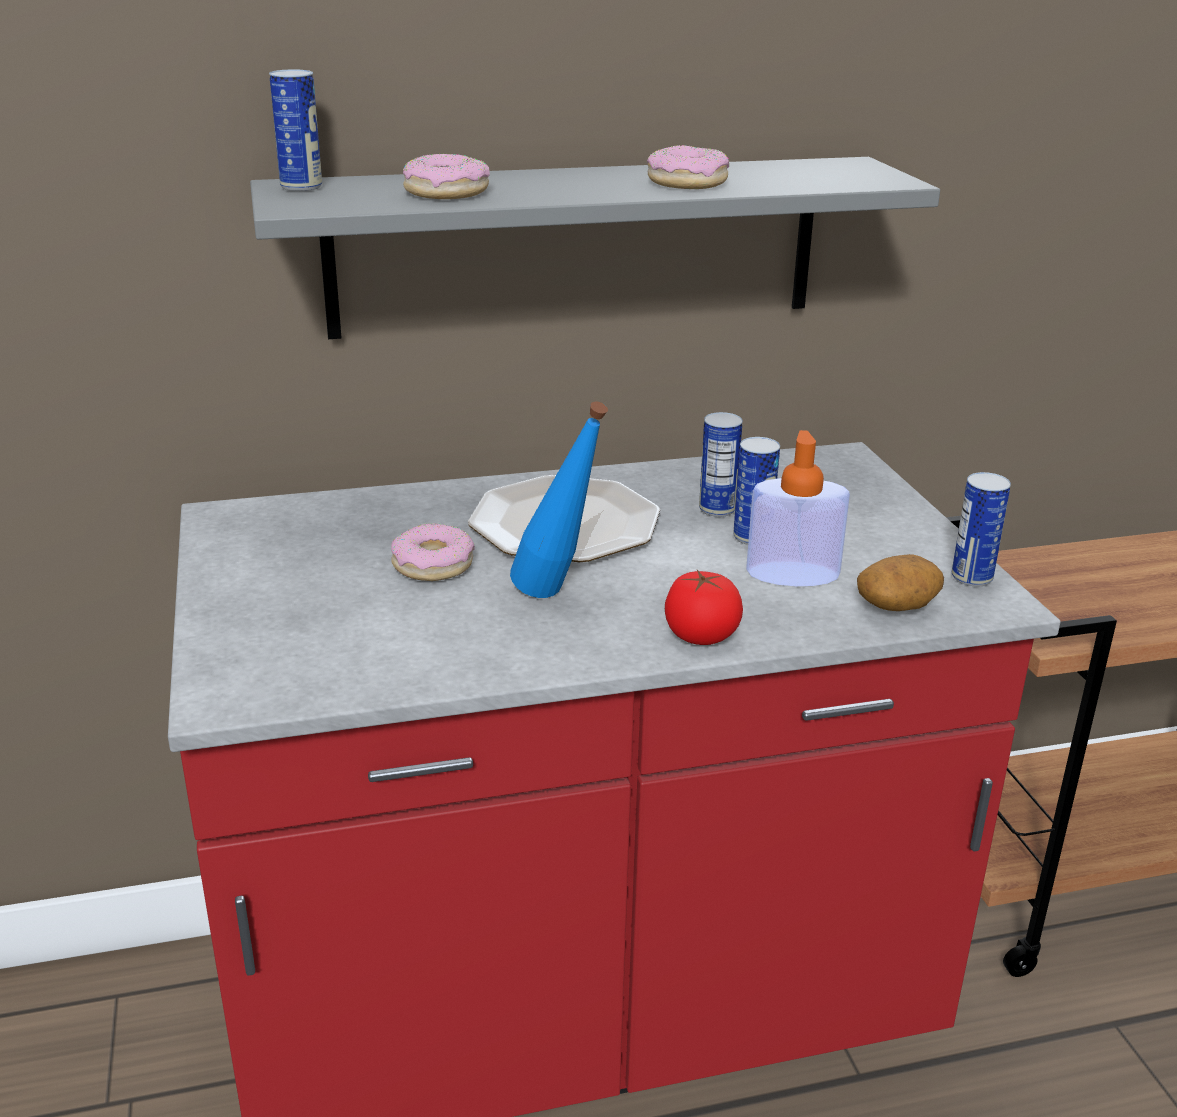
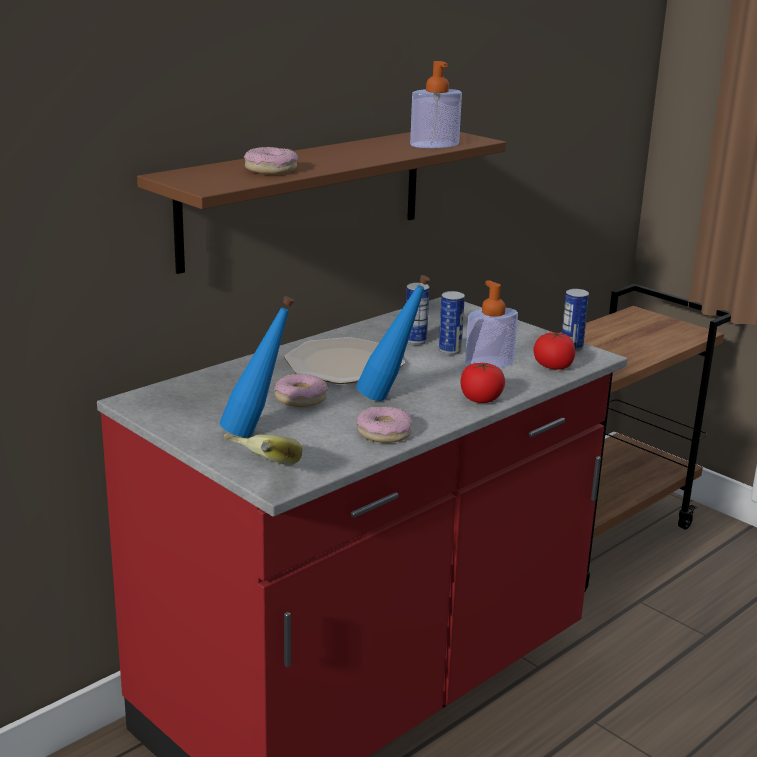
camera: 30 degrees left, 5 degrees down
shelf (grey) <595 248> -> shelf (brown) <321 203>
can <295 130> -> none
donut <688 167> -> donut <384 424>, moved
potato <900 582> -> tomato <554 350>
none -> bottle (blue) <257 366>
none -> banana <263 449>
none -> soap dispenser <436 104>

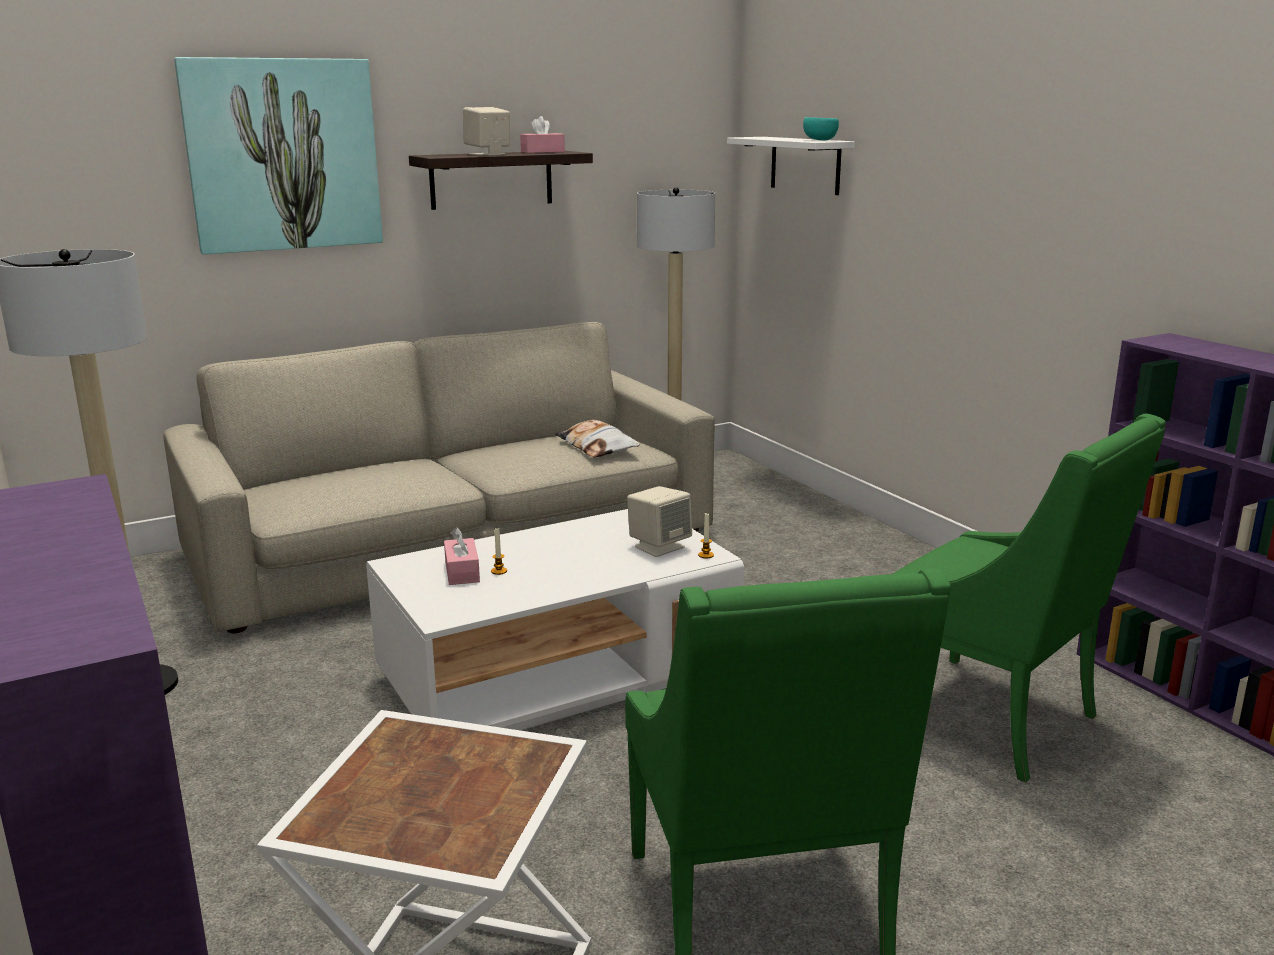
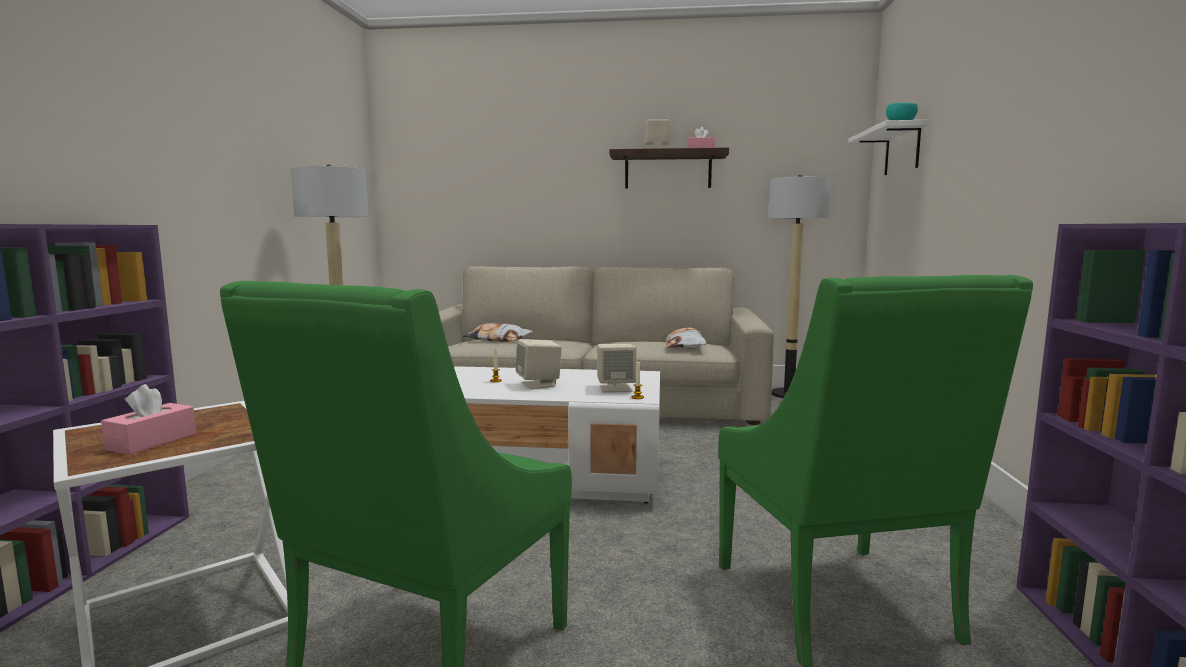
camera: 35 degrees right, 10 degrees down
picture <278 156> -> none
tissue box (pink) <462 556> -> tissue box (pink) <148 419>, moved
none -> pillow <498 332>
none -> speaker (beige) <539 364>

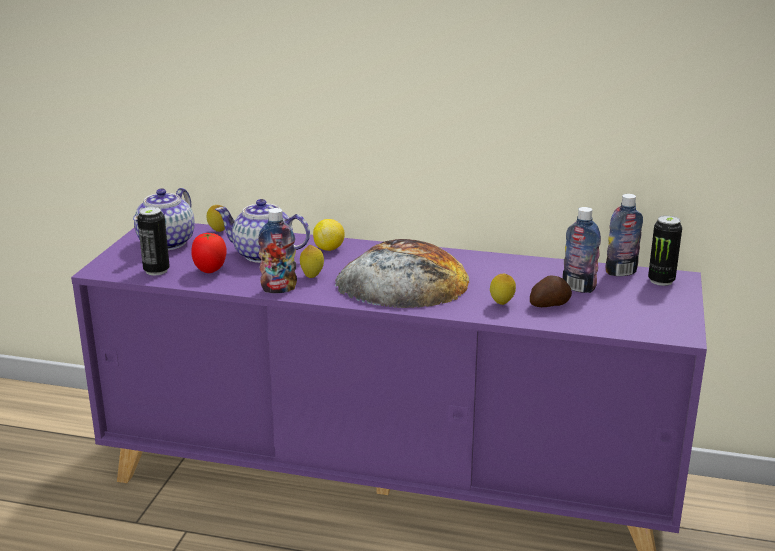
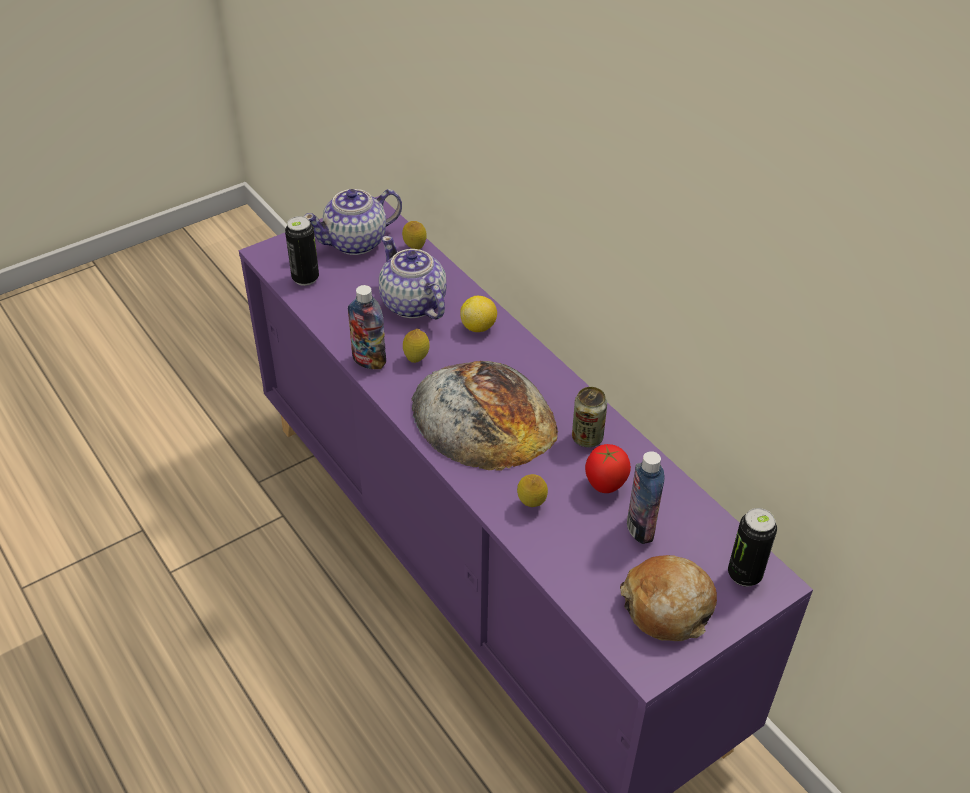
camera: 40 degrees right, 20 degrees up
tomato <209 253> -> tomato <608 468>, moved
potato <551 291> -> none
bottle <624 235> -> none
none -> can <589 417>
none -> bread <668 598>

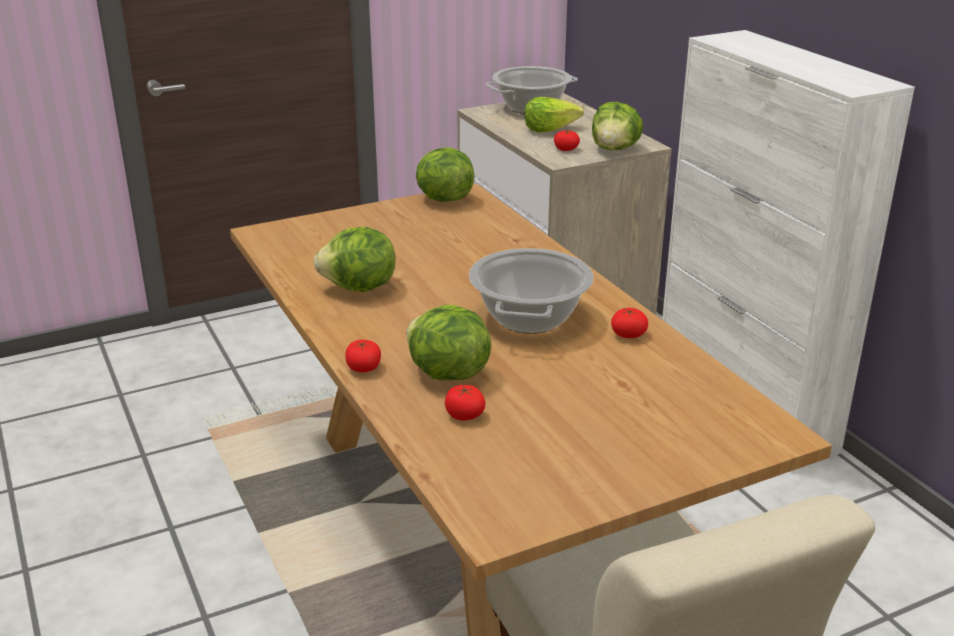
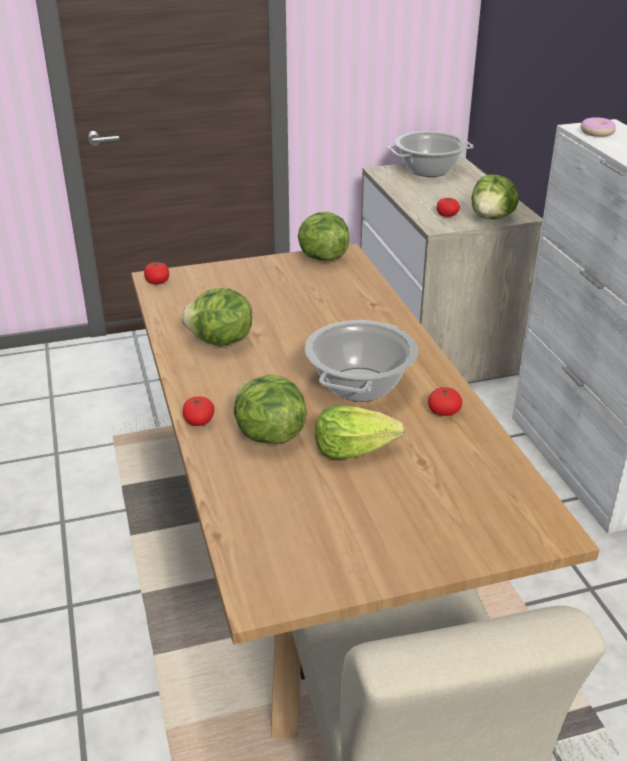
camera: 10 degrees right, 5 degrees up
tomato <465 402> -> tomato <156 273>, moved
lettuce <554 115> -> lettuce <360 433>, moved
none -> donut <598 127>

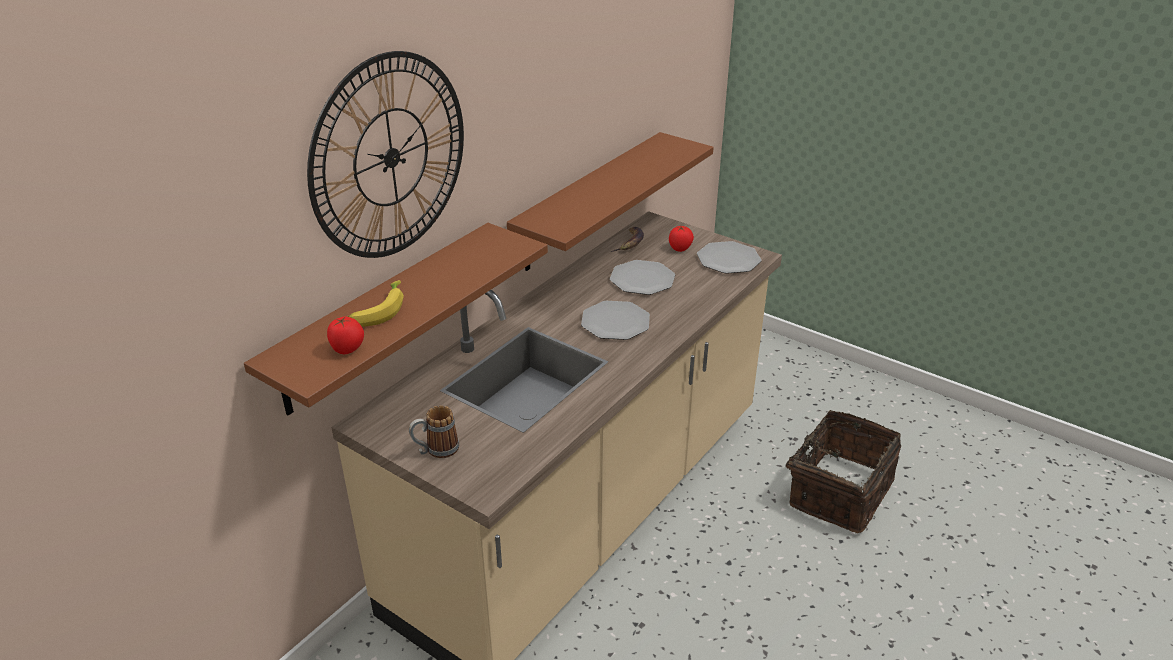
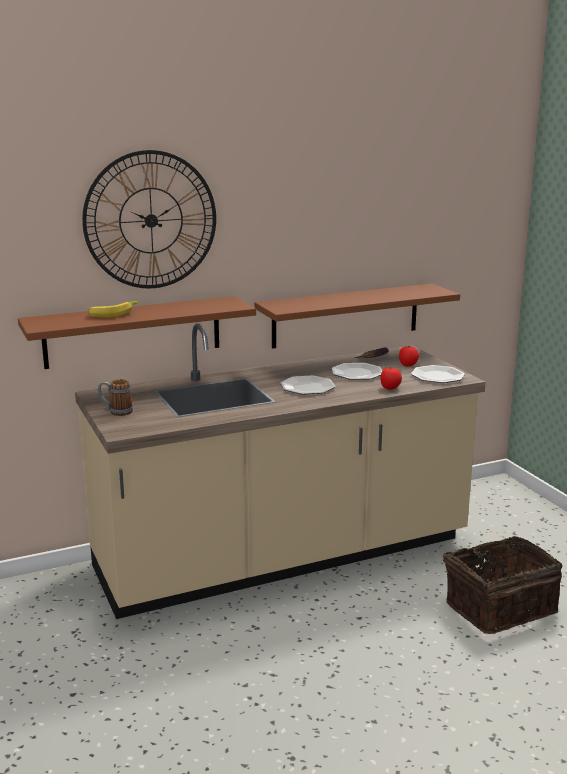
camera: 30 degrees right, 15 degrees down
tomato <345 335> -> tomato <391 378>, moved

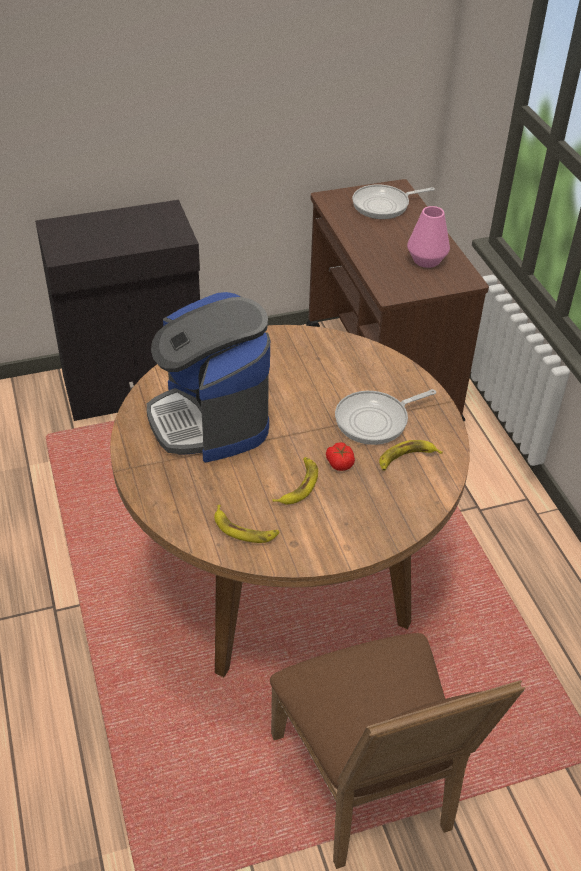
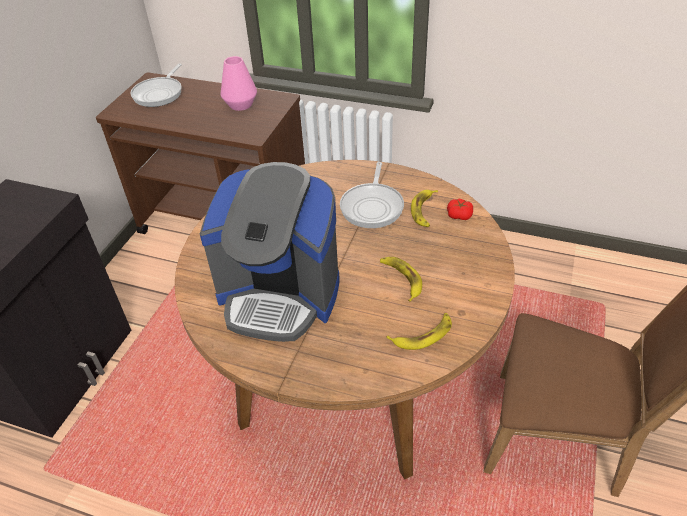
camera: 50 degrees left, 0 degrees up
tomato <340 456> -> tomato <460 209>, moved

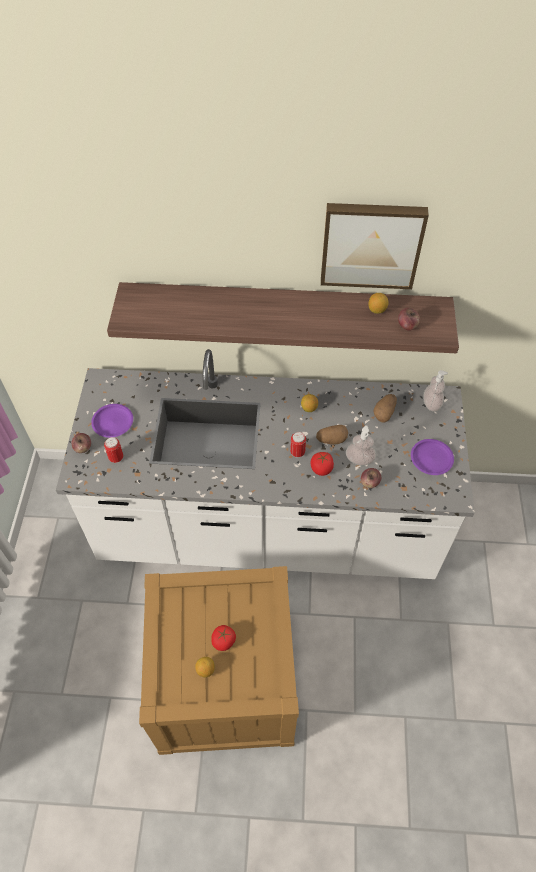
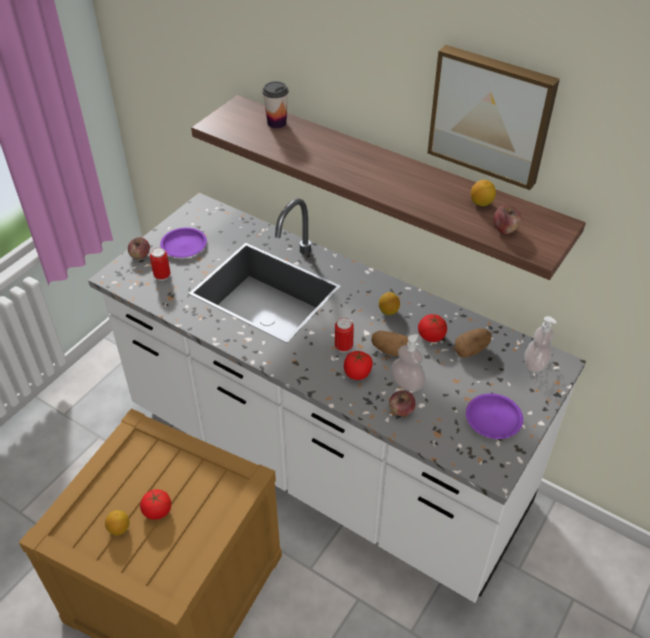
camera: 30 degrees right, 10 degrees down
none -> cup <275 104>
none -> tomato <432 328>

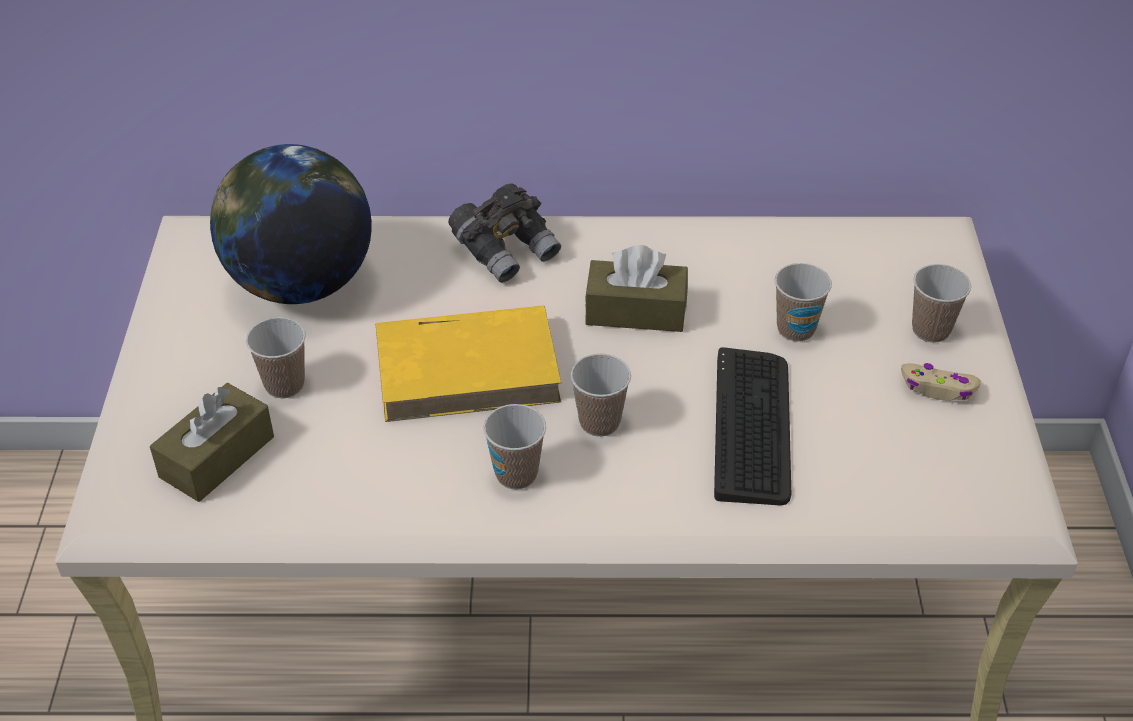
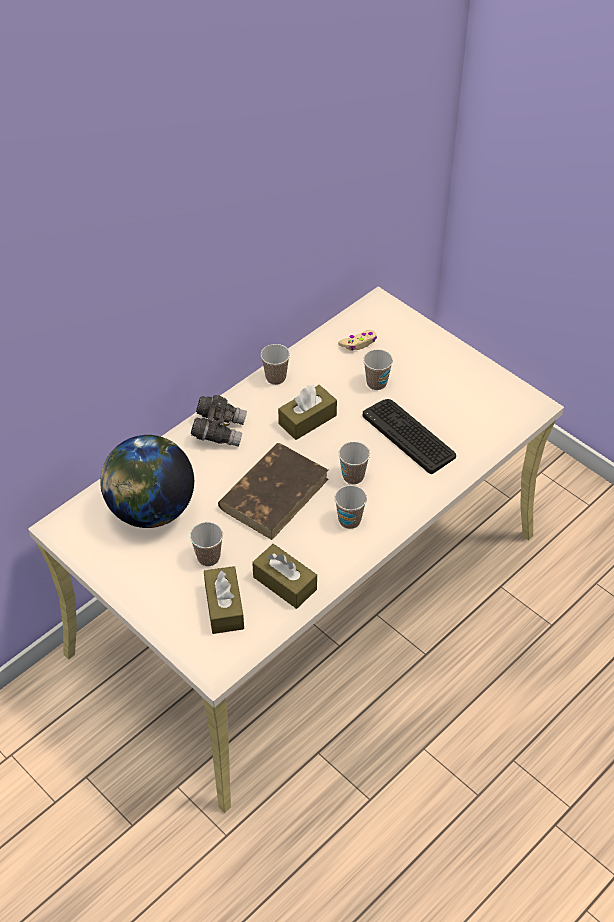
camera: 45 degrees left, 5 degrees up
book (yellow) <468 363> -> book (brown) <273 491>
game controller (beige) <941 382> -> game controller (beige) <357 340>, moved
cup <941 303> -> cup <275 364>, moved
none -> tissue box (brown) <284 576>

